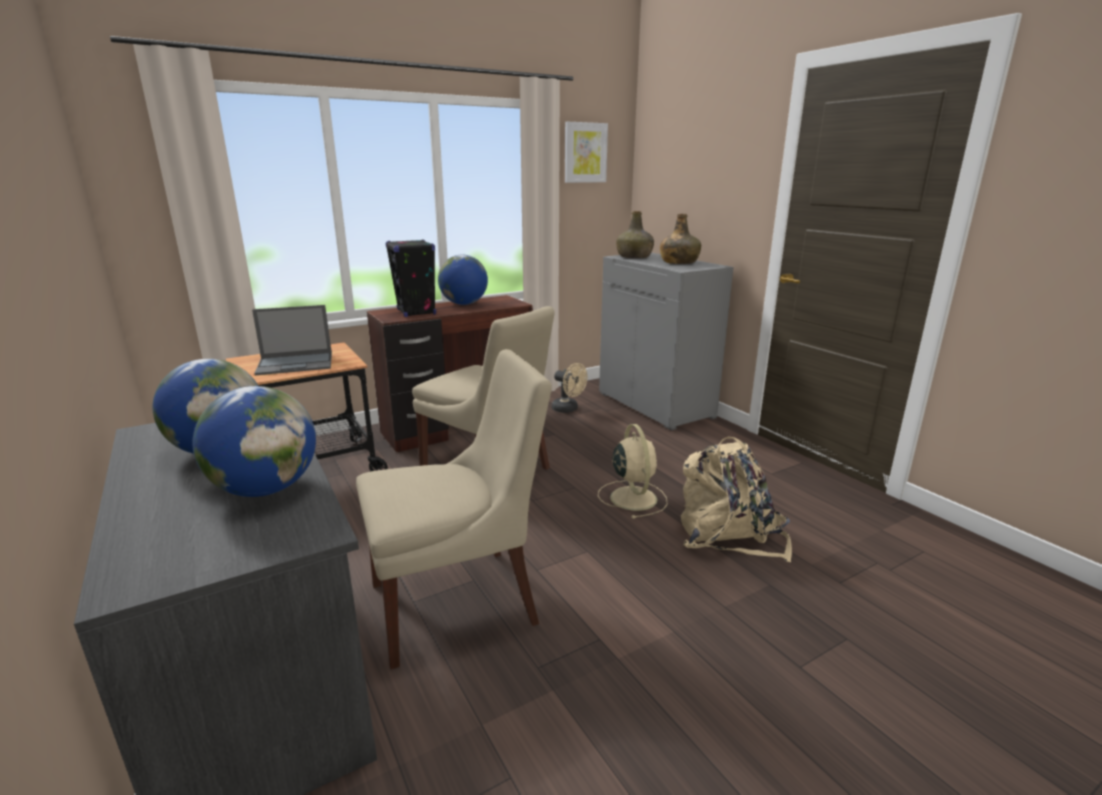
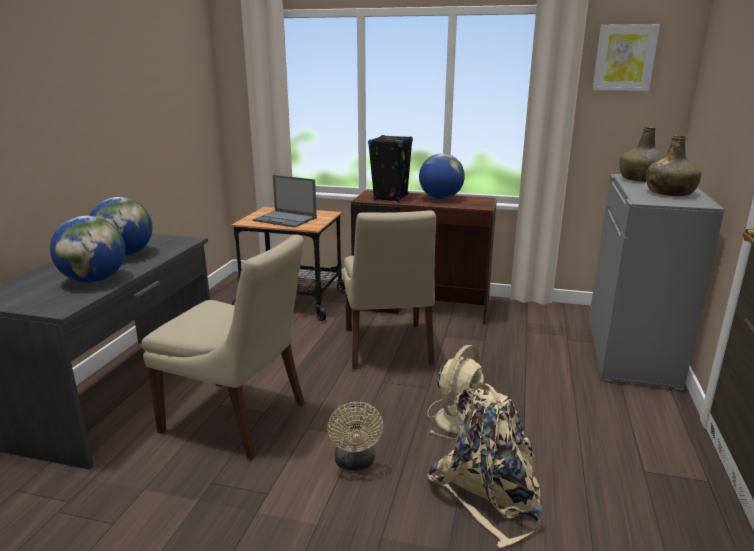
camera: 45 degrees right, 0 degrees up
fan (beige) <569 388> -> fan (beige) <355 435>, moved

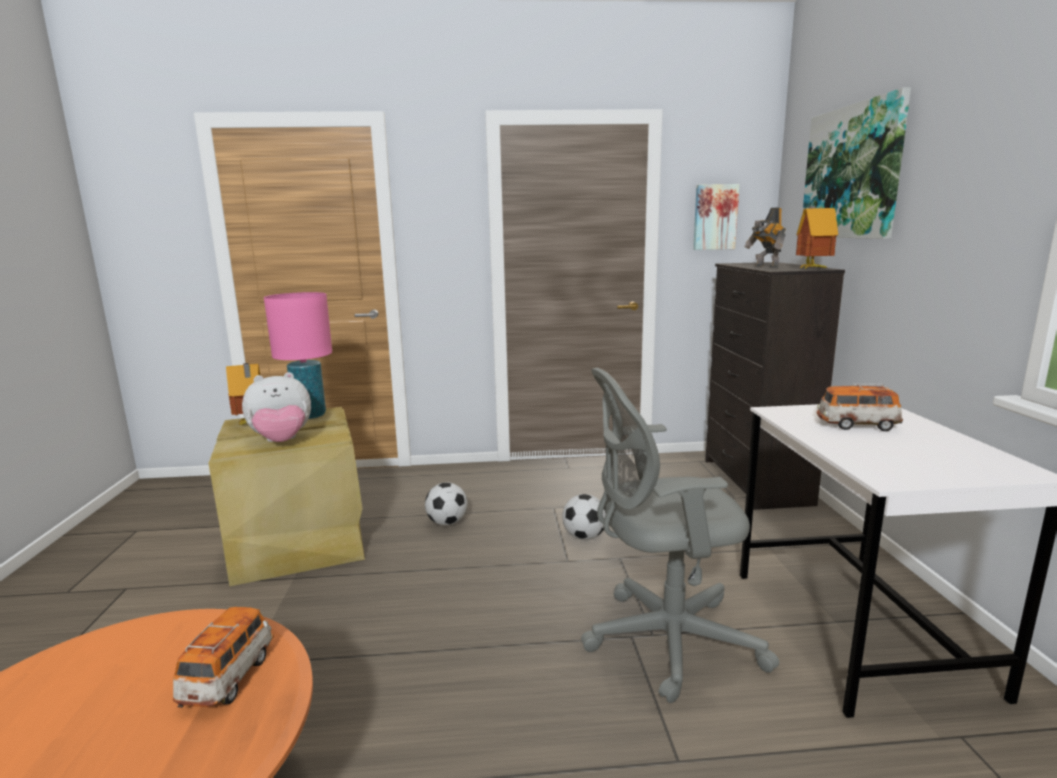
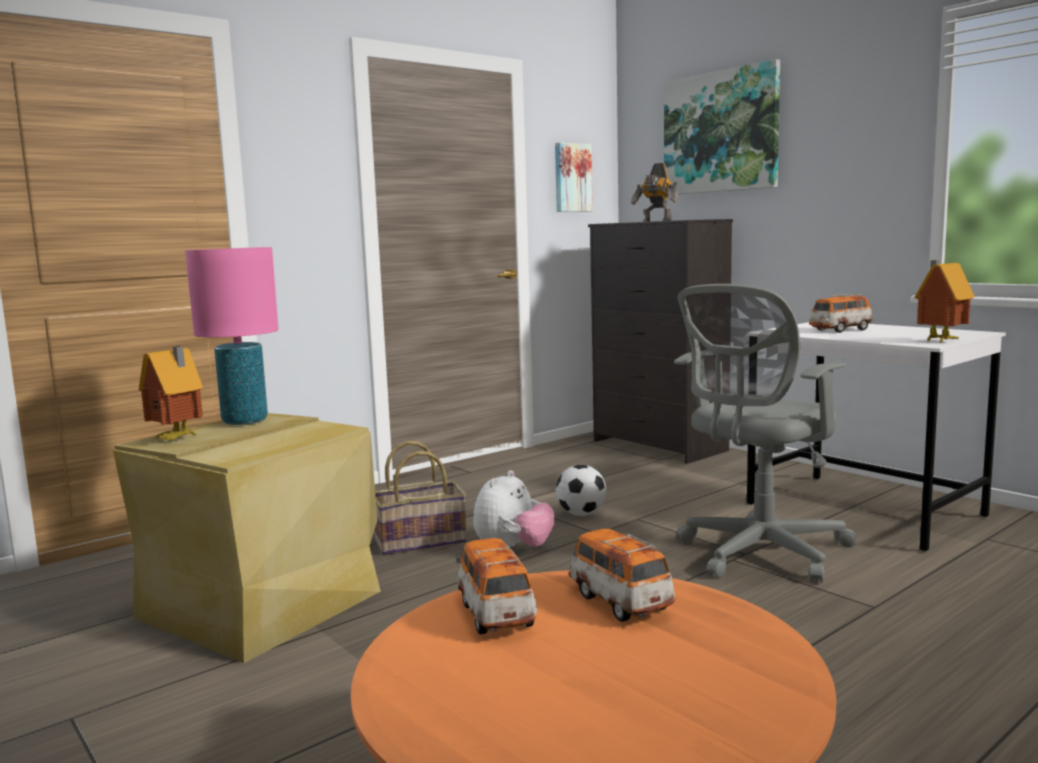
camera: 35 degrees left, 5 degrees down
plush toy <276 407> -> plush toy <514 508>, moved
football <446 504> -> basket <420 498>
toy house <817 238> -> toy house <944 302>, moved
none -> toy car <496 586>

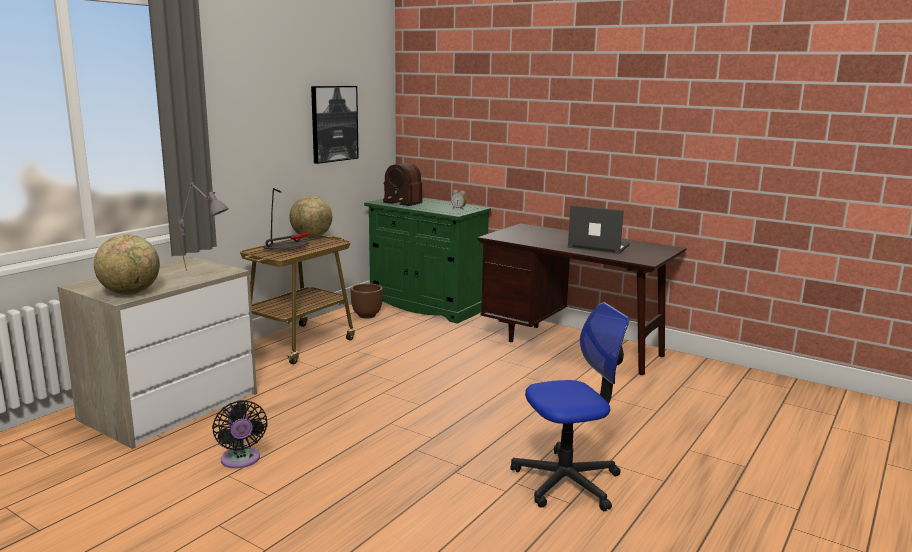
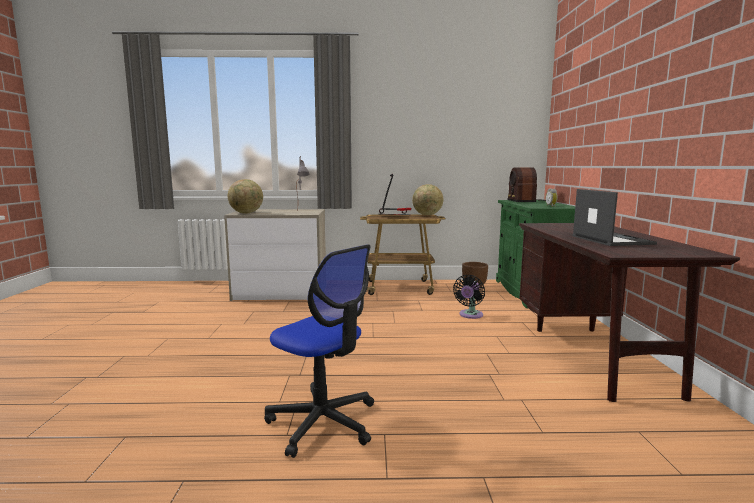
camera: 55 degrees right, 5 degrees down
fan (black) <240 434> -> fan (black) <469 297>, moved
picture <335 125> -> none

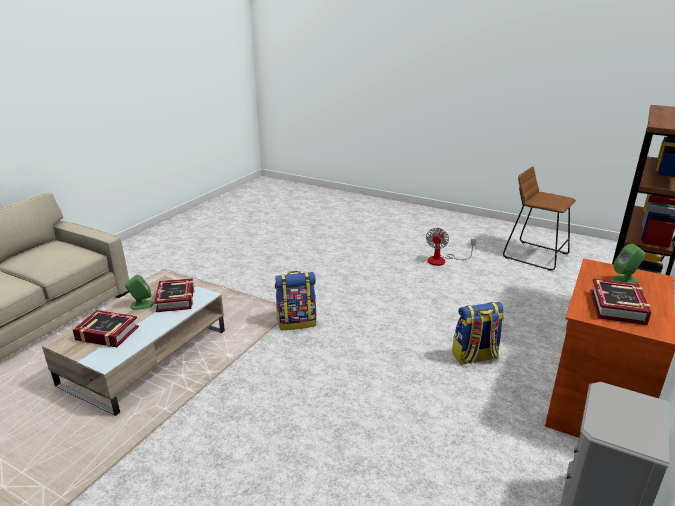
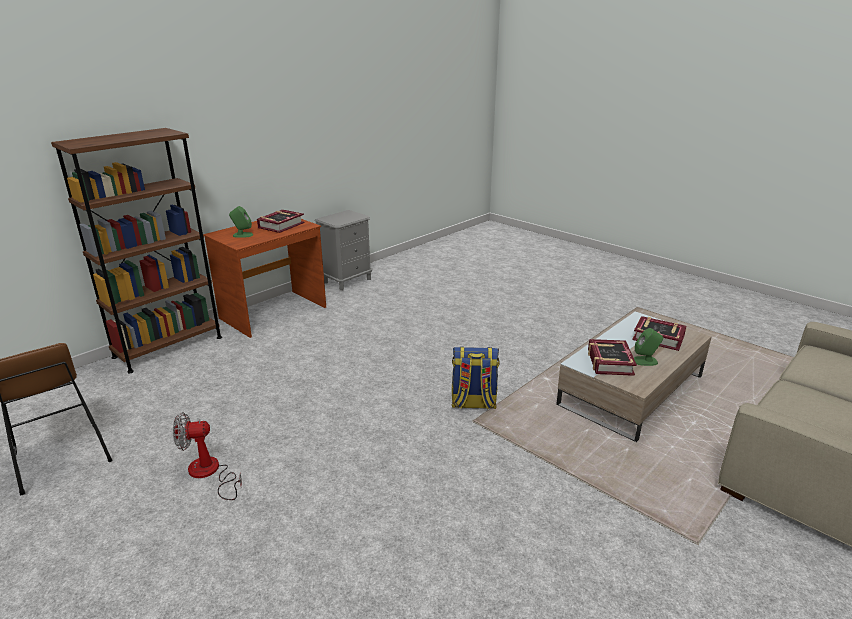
camera: 165 degrees left, 0 degrees up
fan <451 247> -> fan <207 456>, 135 degrees counterclockwise
backpack <478 333> -> none

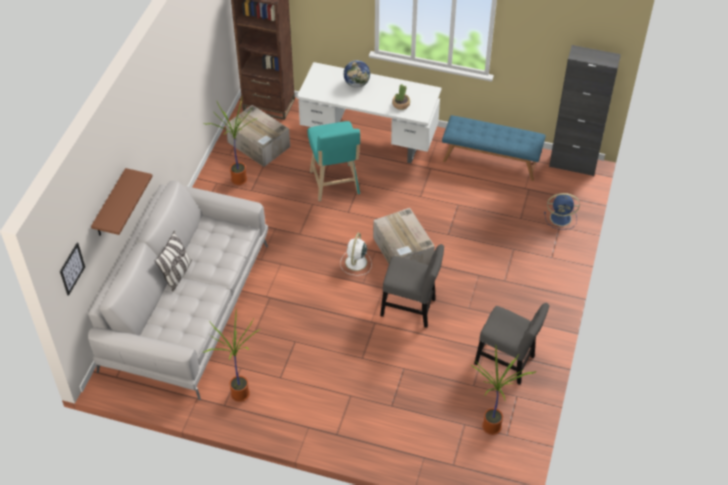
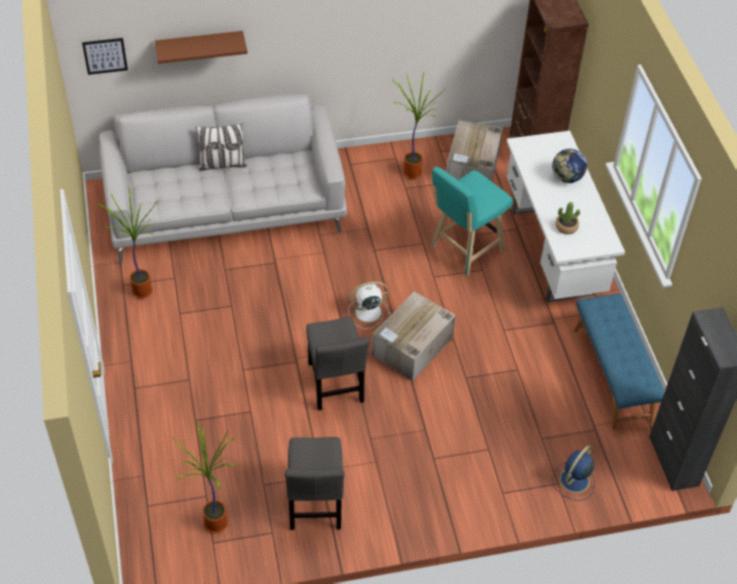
camera: 60 degrees right, 0 degrees up
fan (blue) <562 211> -> fan (blue) <573 473>, 60 degrees clockwise

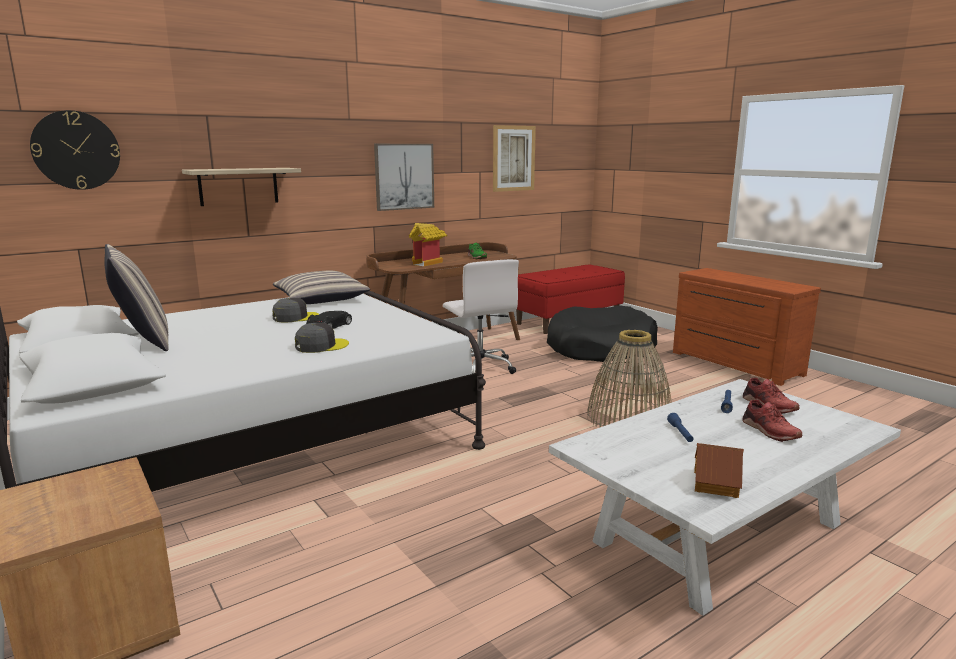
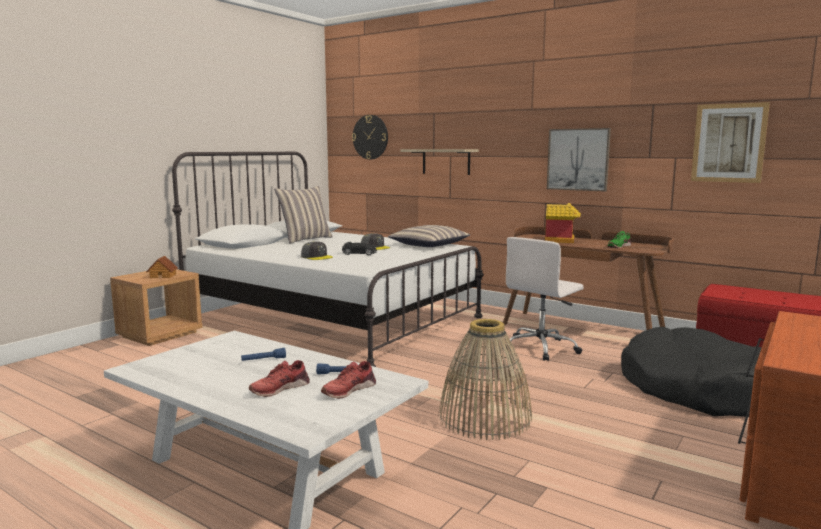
camera: 70 degrees right, 5 degrees down
toy house <719 470> -> toy house <162 267>, moved

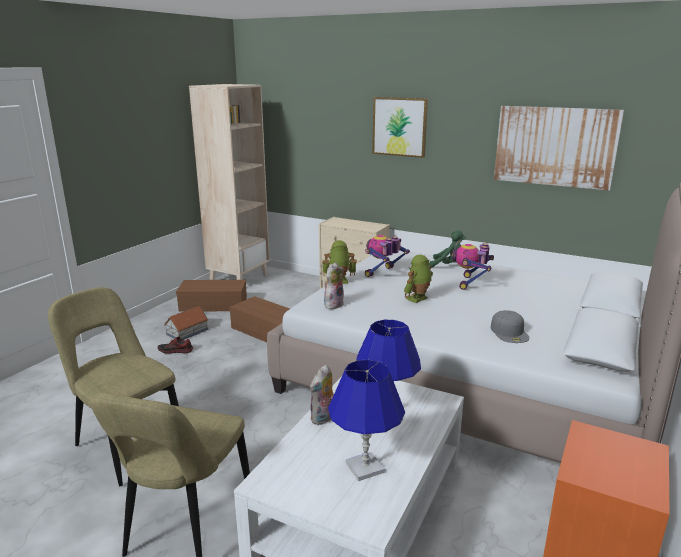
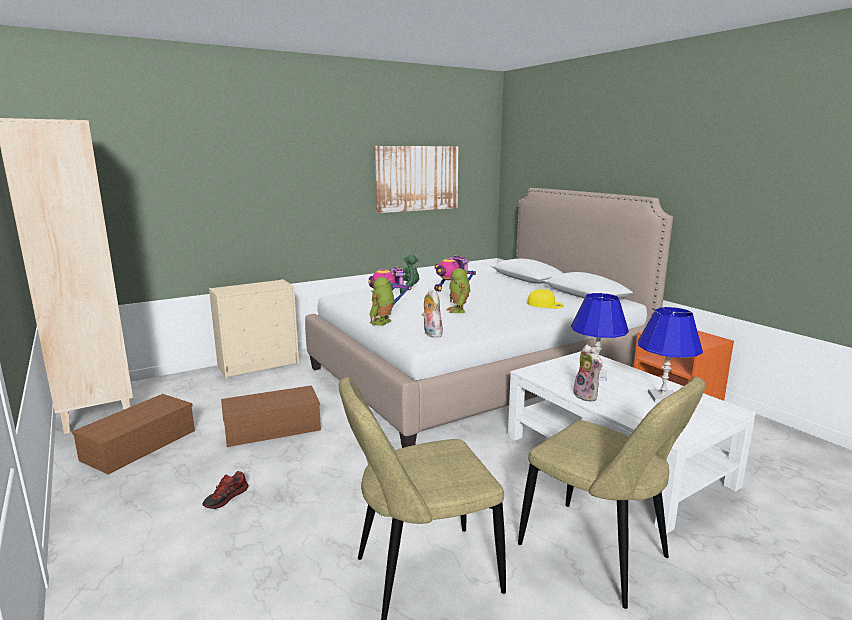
camera: 60 degrees left, 5 degrees down
toy house <186 323> -> none
picture <400 127> -> none
cap (grey) <510 326> -> cap (yellow) <546 299>

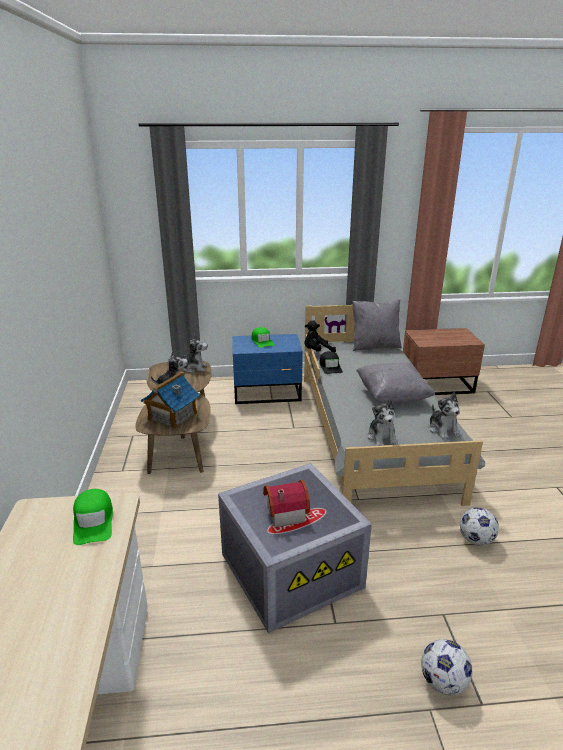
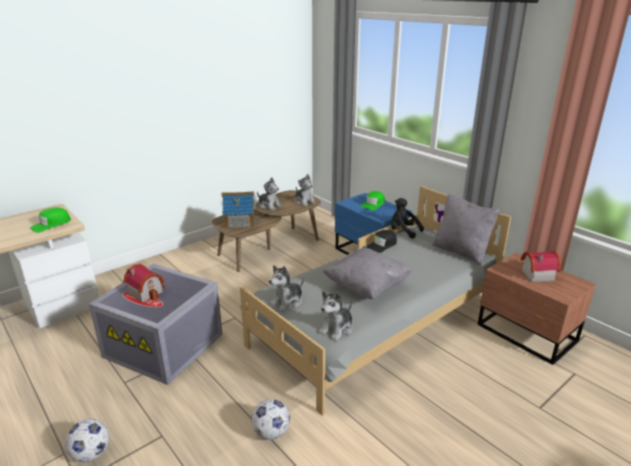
camera: 55 degrees right, 0 degrees up
none -> toy house <541 266>

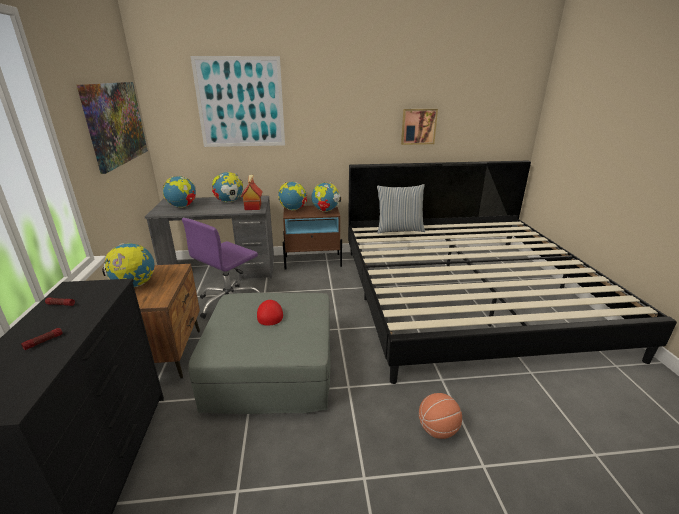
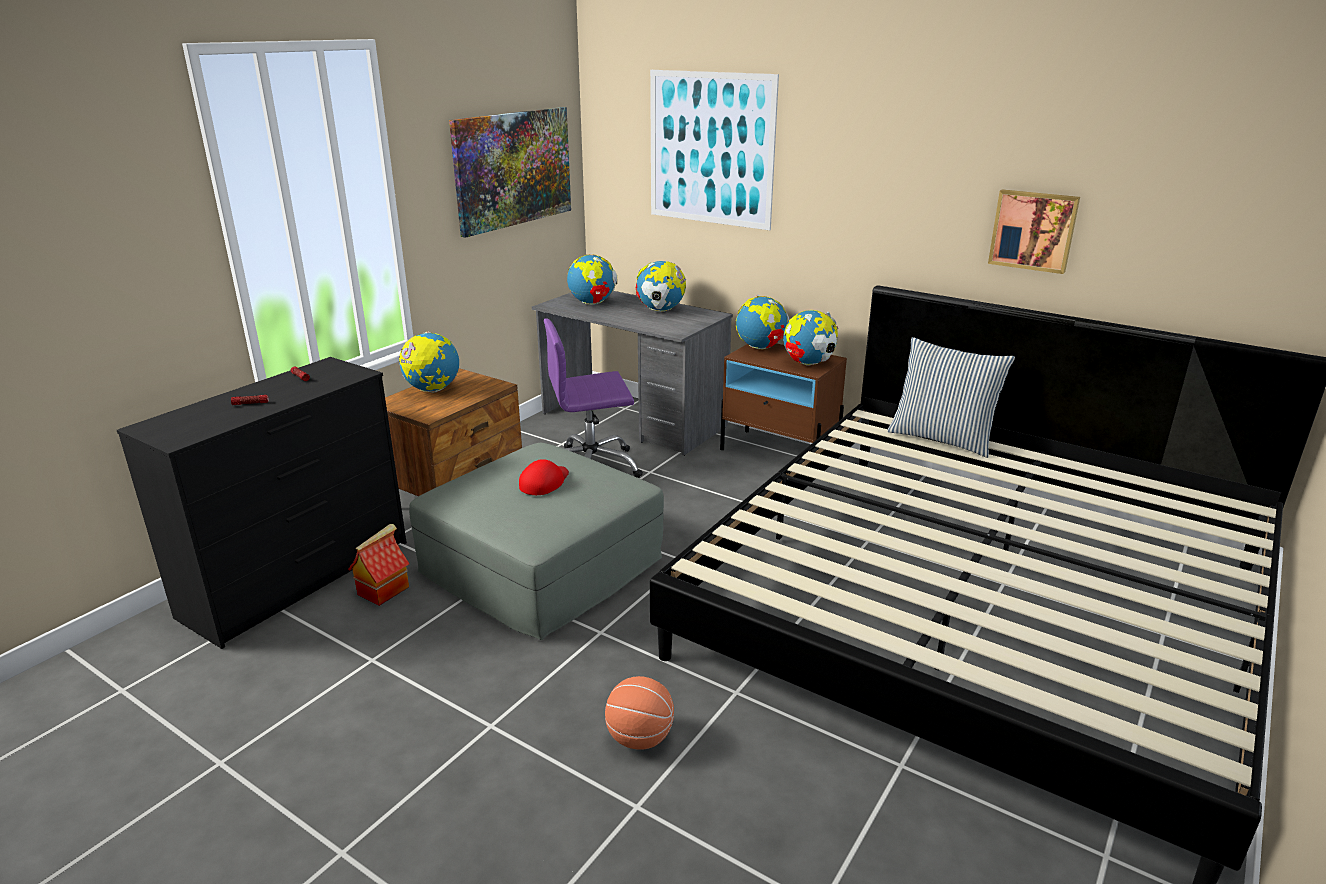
camera: 40 degrees right, 0 degrees up
toy house <252 192> -> toy house <378 565>, moved

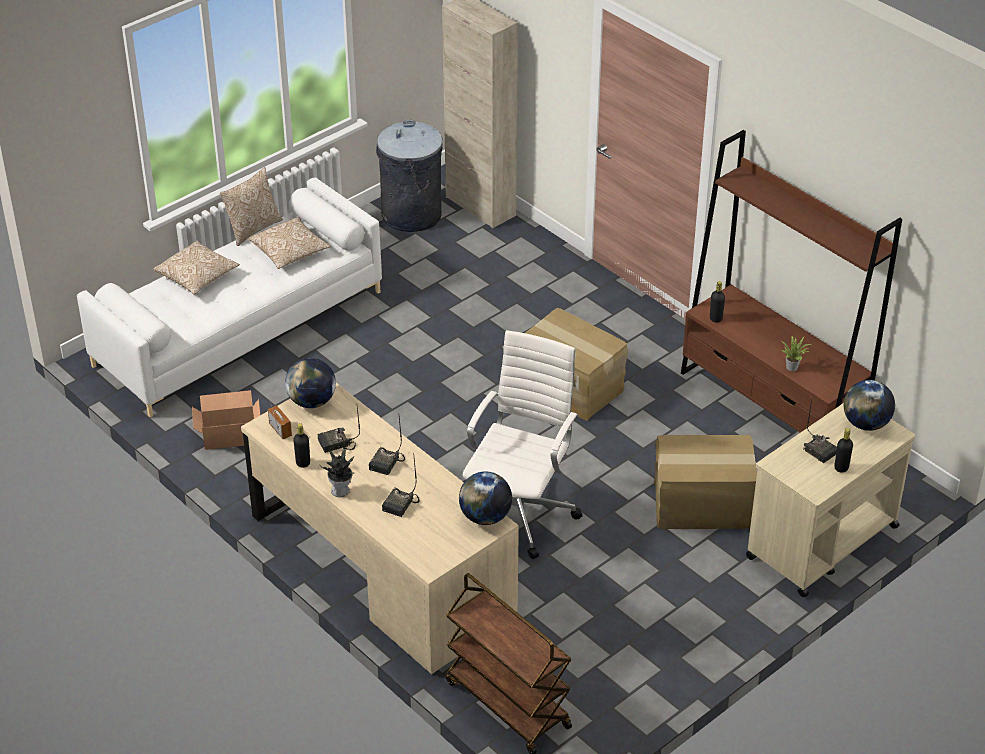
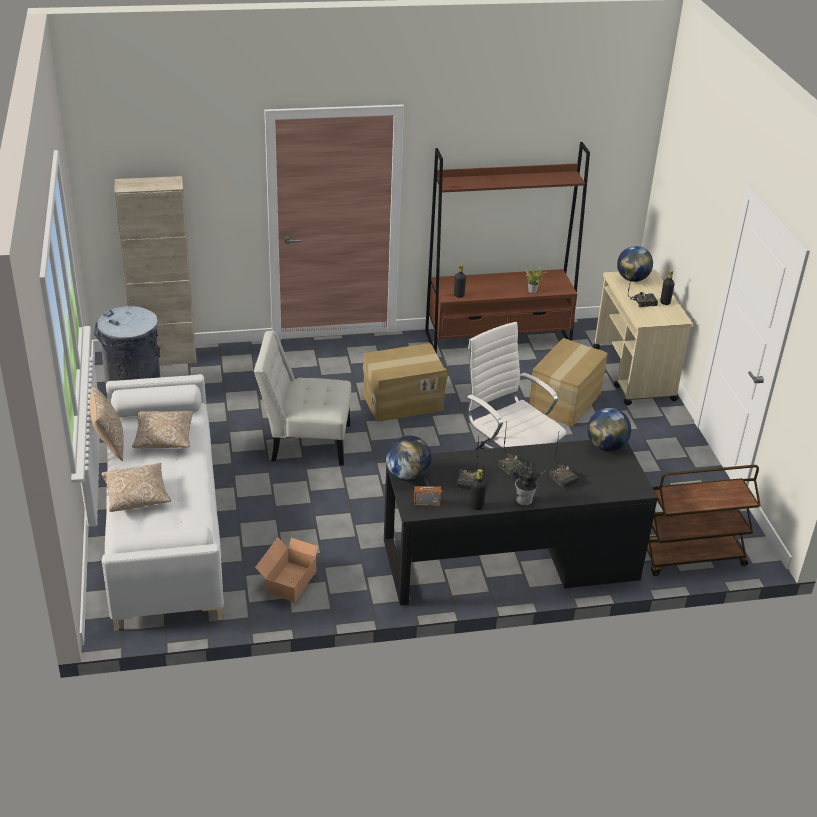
camera: 60 degrees left, 5 degrees down
desk (beige) <380 528> -> desk (black) <521 523>
none -> chair (white) <302 398>

